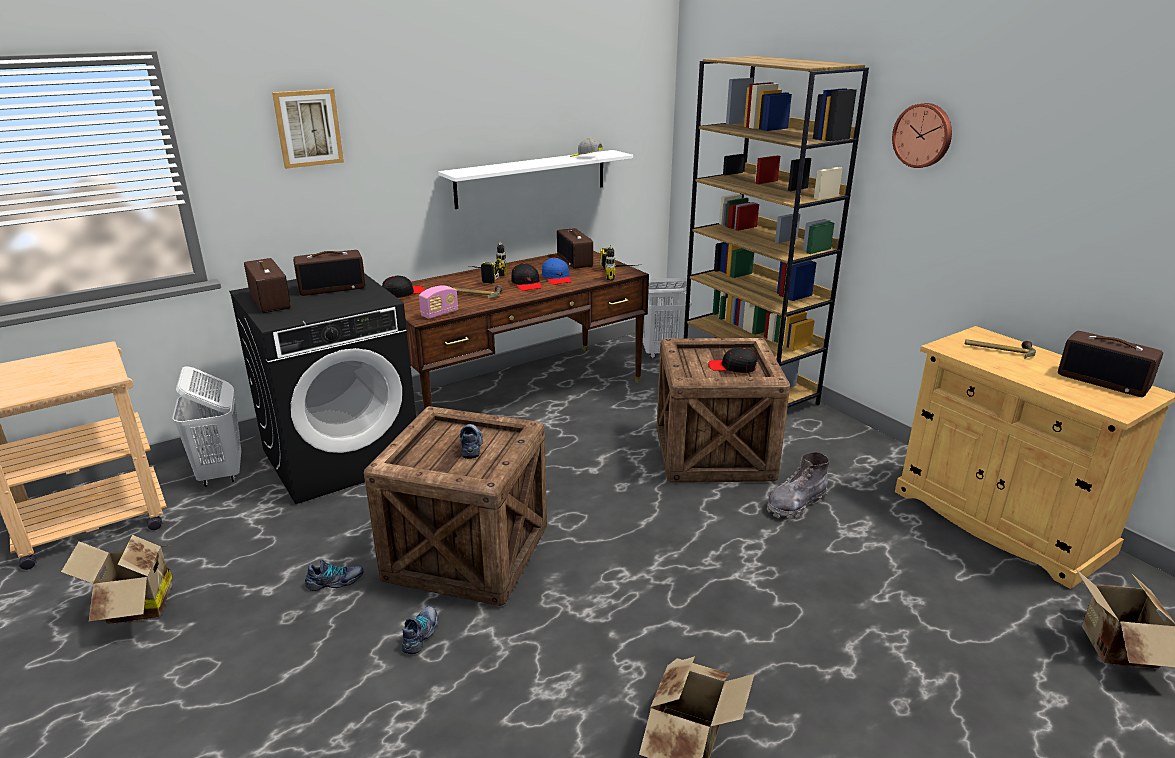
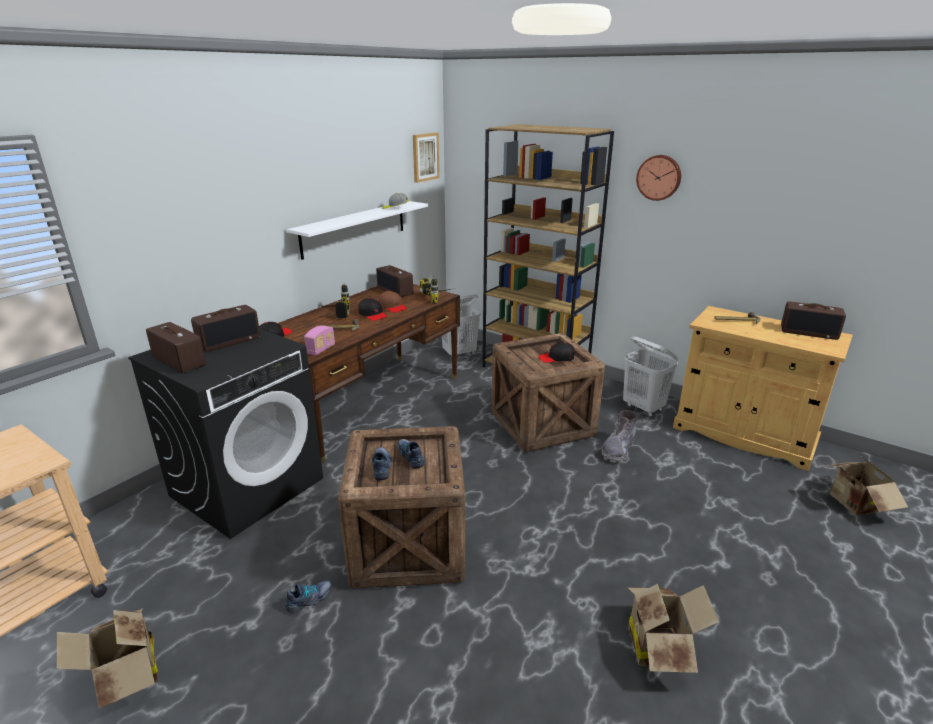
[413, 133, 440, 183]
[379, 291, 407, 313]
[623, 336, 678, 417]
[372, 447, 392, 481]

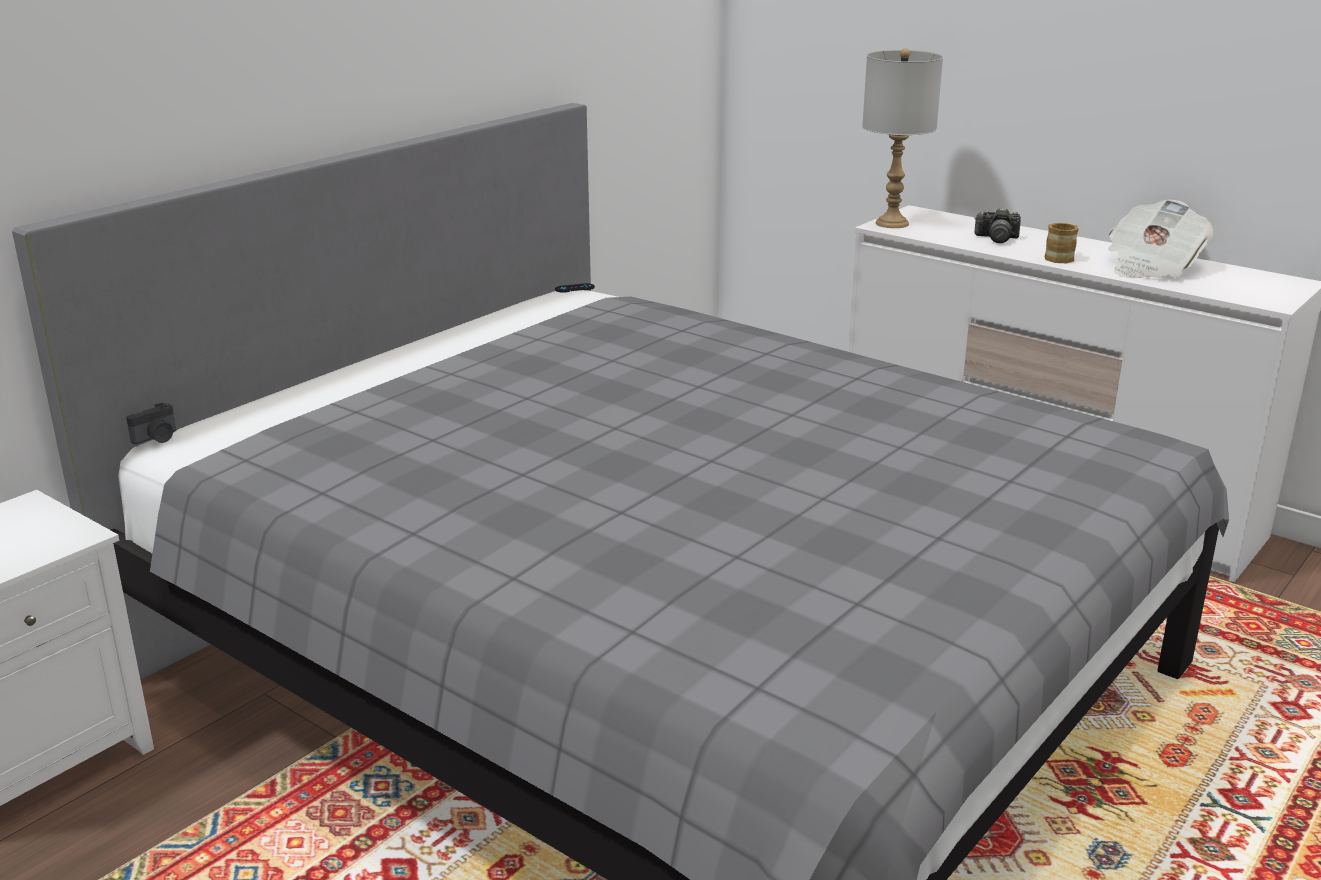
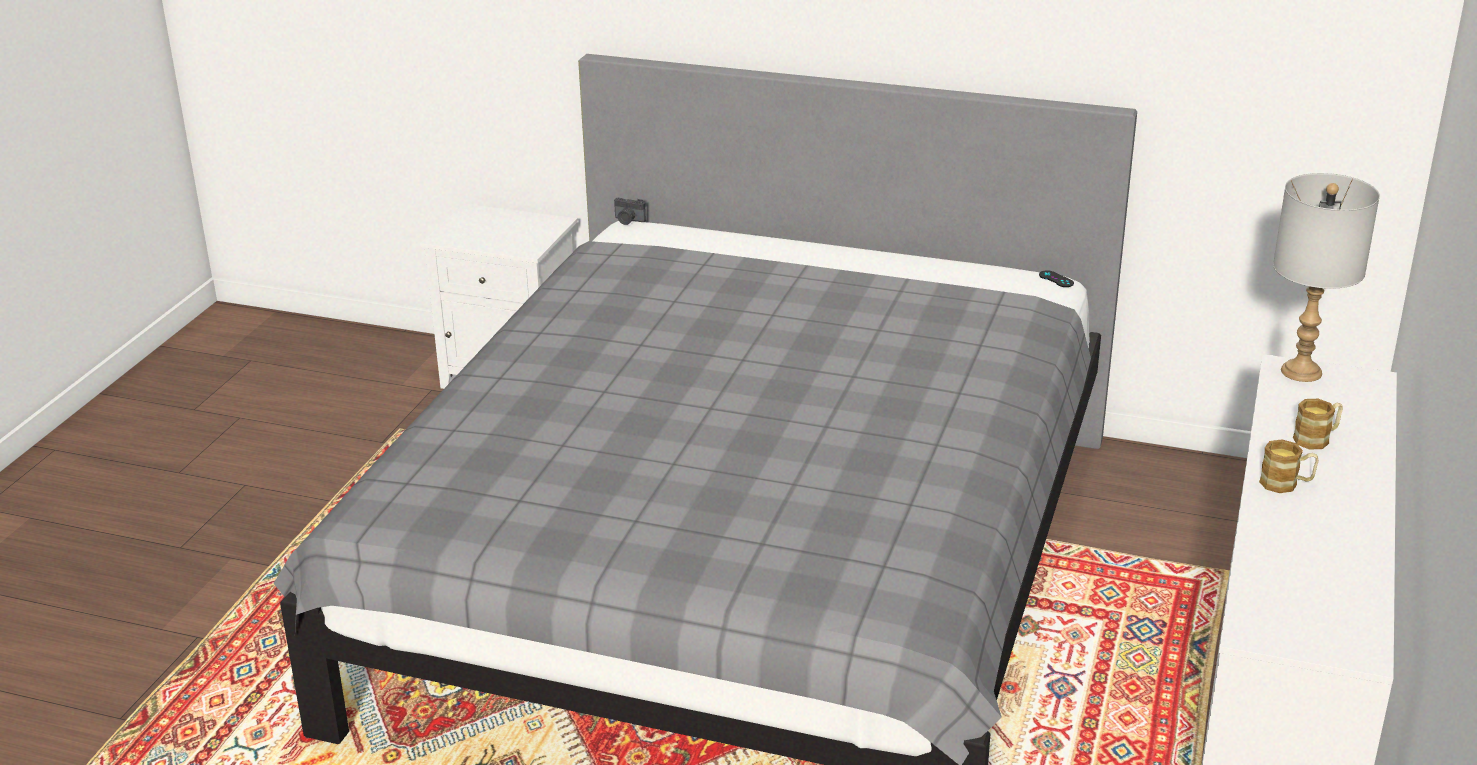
[1108, 199, 1214, 278] (first image)
[1293, 399, 1343, 450]

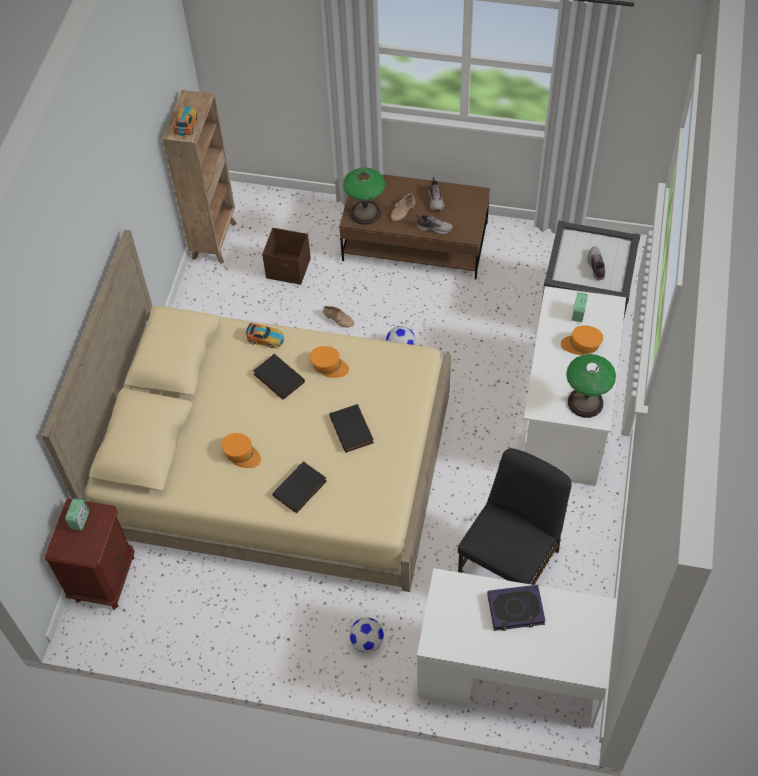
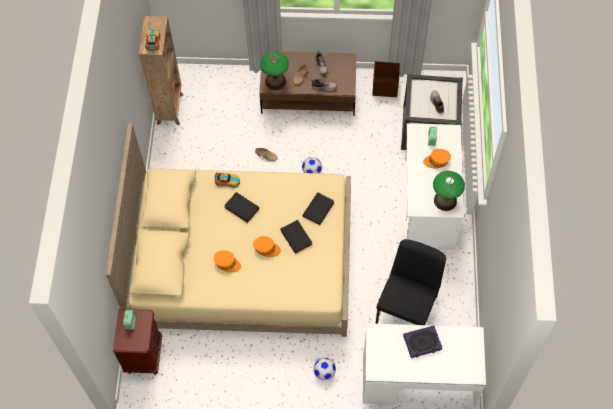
[372, 61, 400, 97]
[253, 236, 281, 257]
[303, 192, 334, 225]

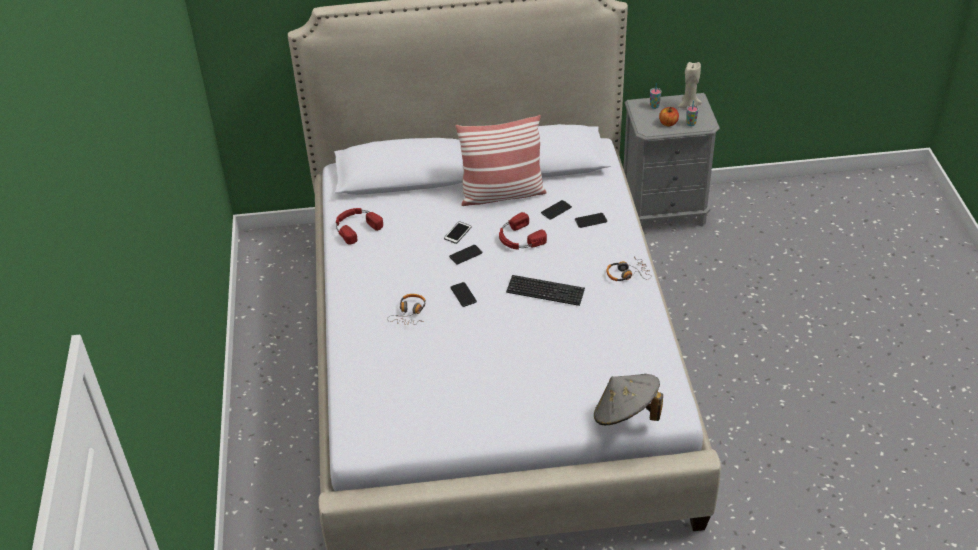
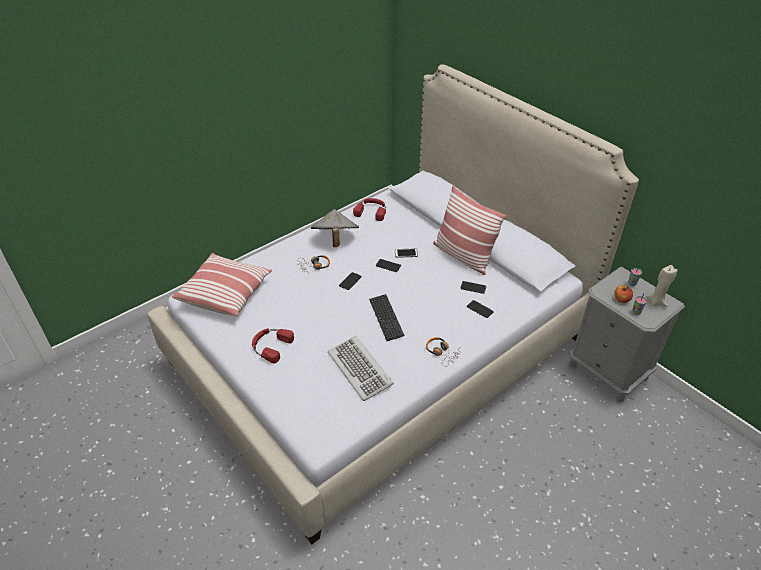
[252, 328, 294, 363]
[311, 209, 359, 247]
[172, 253, 272, 317]
[328, 336, 394, 401]

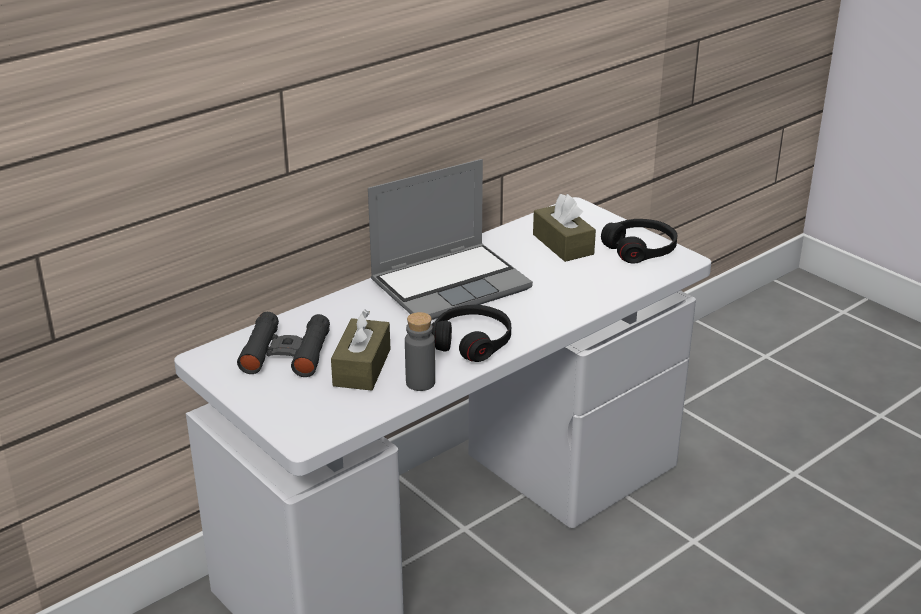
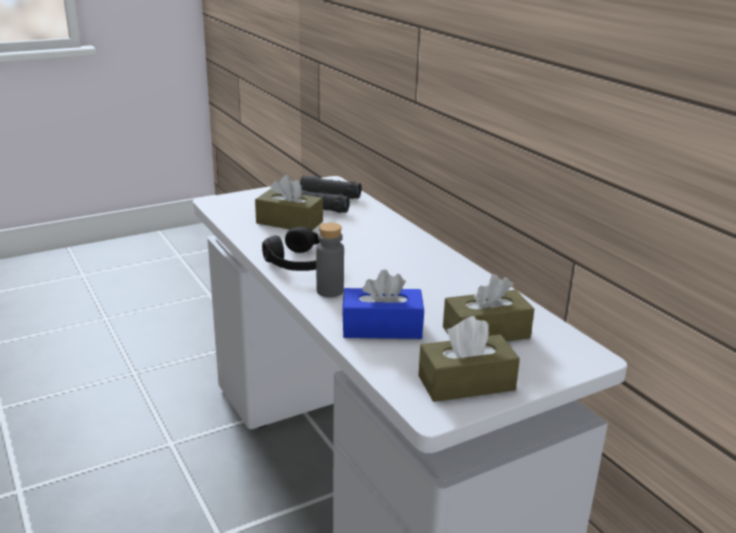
[368, 159, 533, 320] (first image)
[418, 316, 520, 402]
[316, 223, 344, 297]
[342, 269, 424, 339]

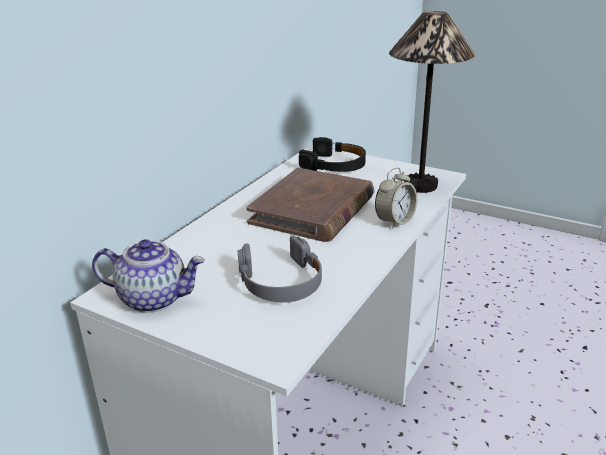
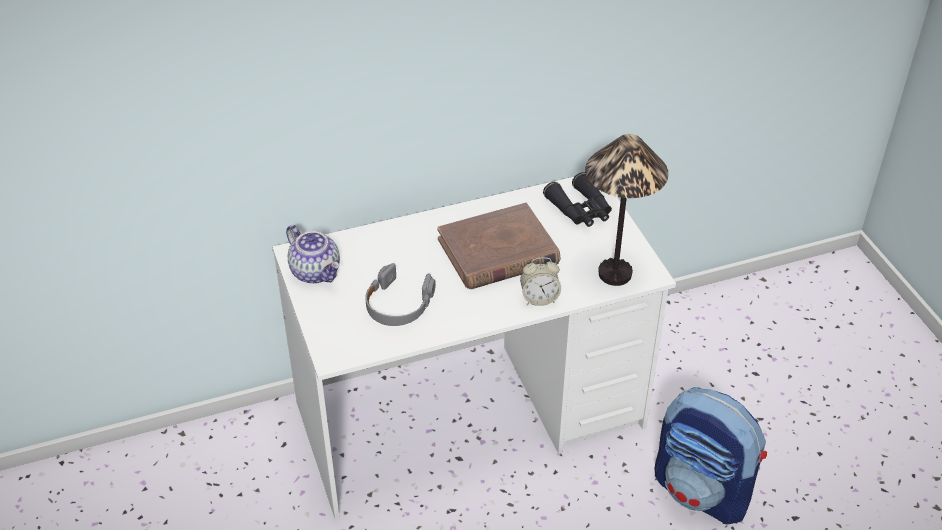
[543, 172, 612, 227]
[654, 387, 767, 525]

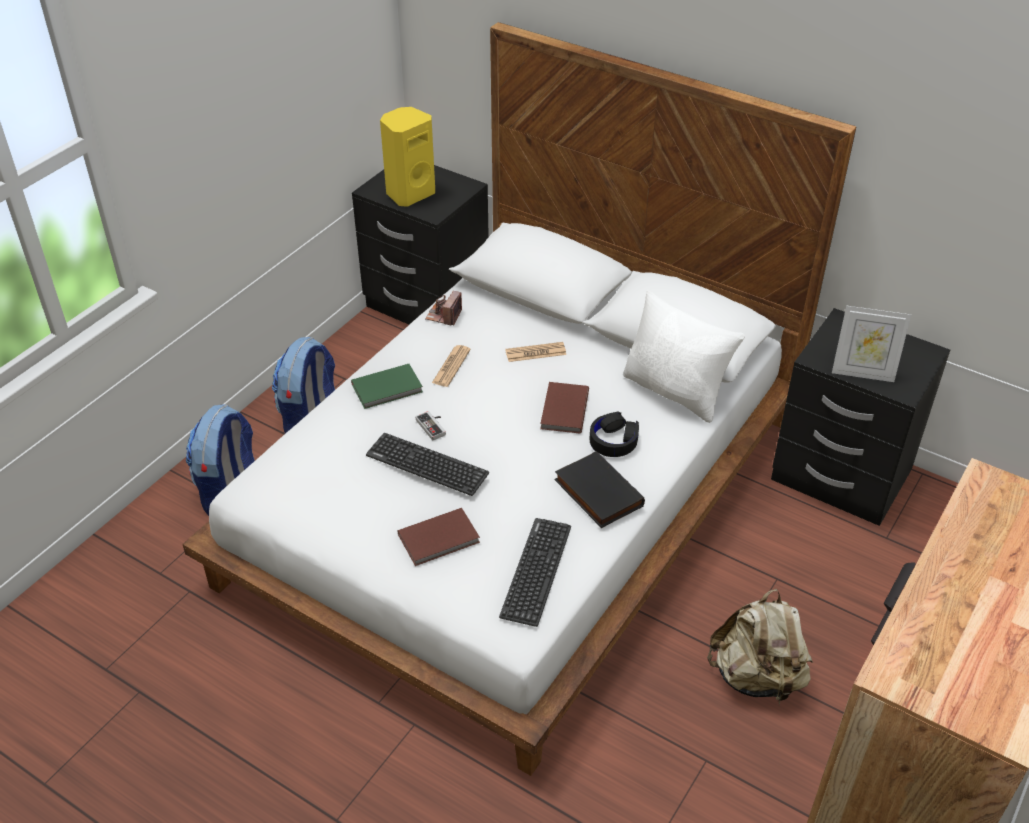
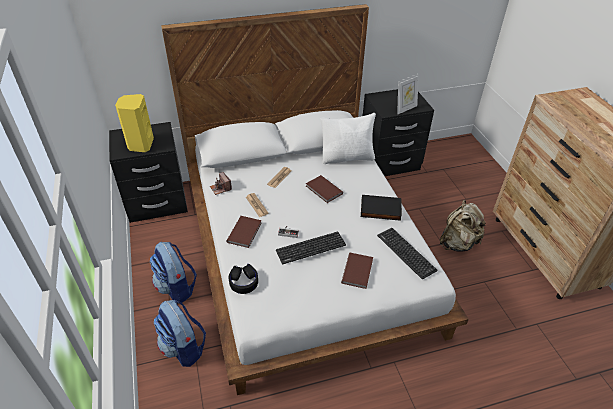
[226, 216, 262, 248]
[229, 264, 258, 294]

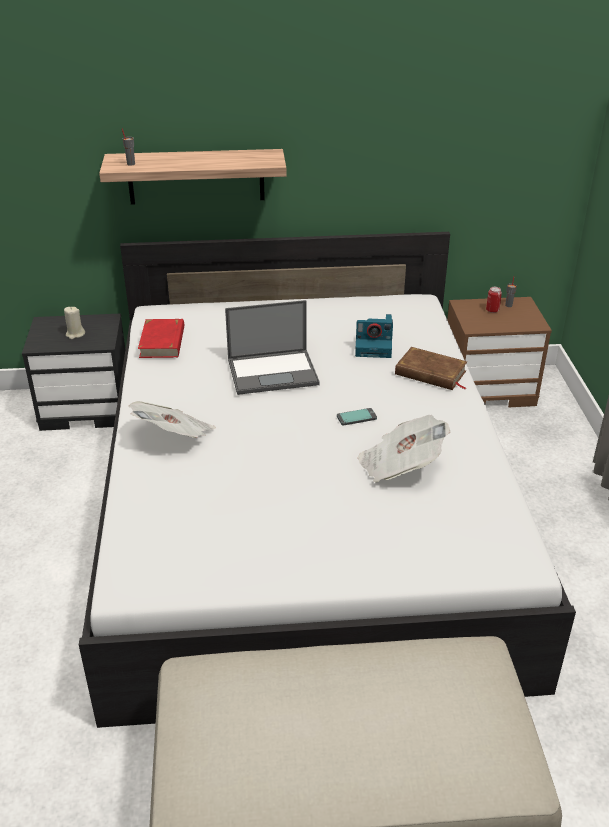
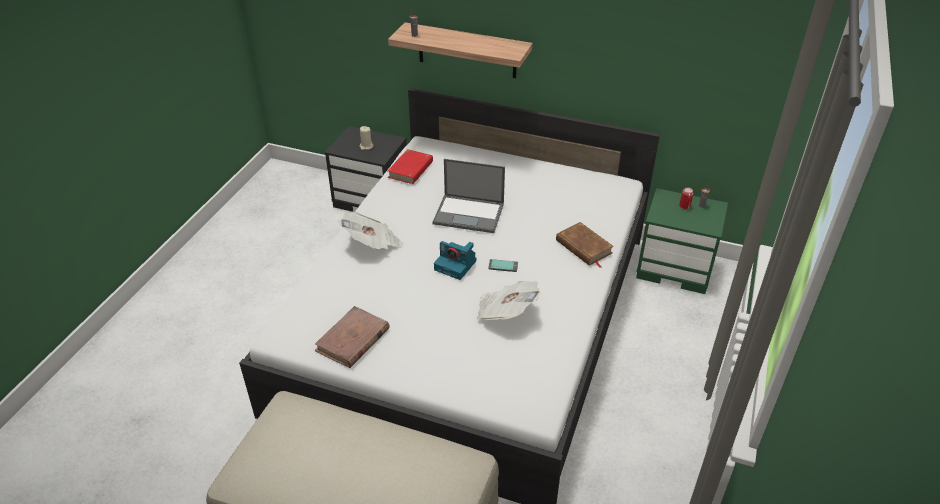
[636, 188, 728, 294]
[434, 241, 477, 280]
[315, 306, 390, 368]

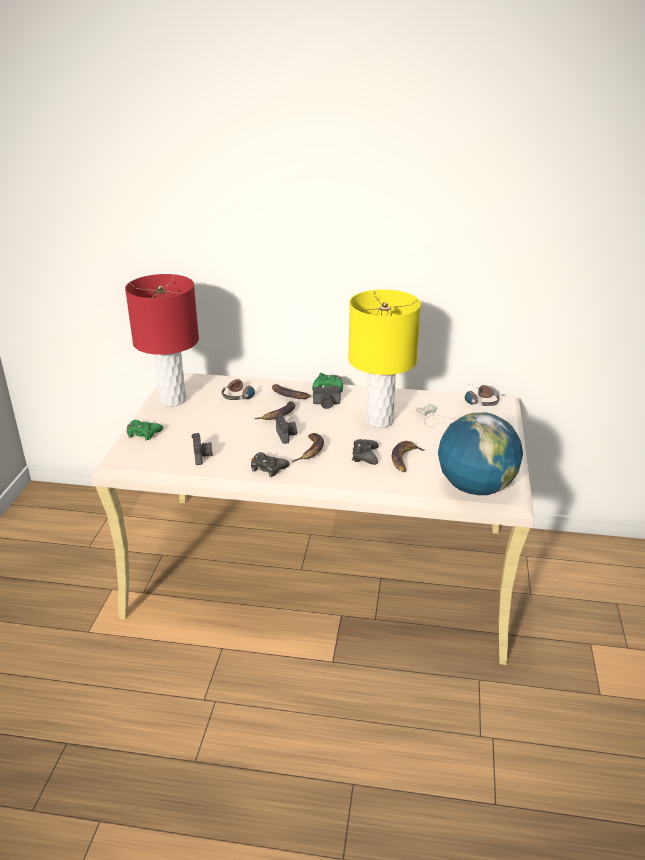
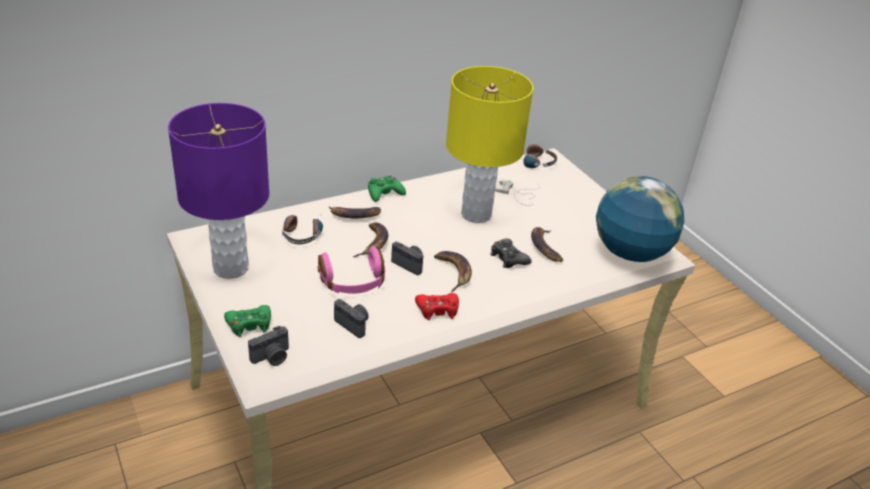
[168, 103, 269, 279]
[248, 326, 289, 366]
[415, 293, 459, 320]
[317, 247, 385, 294]

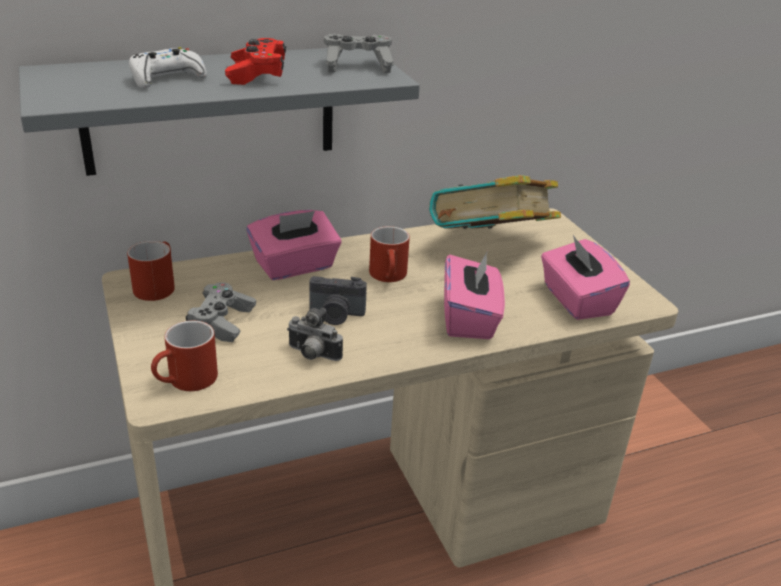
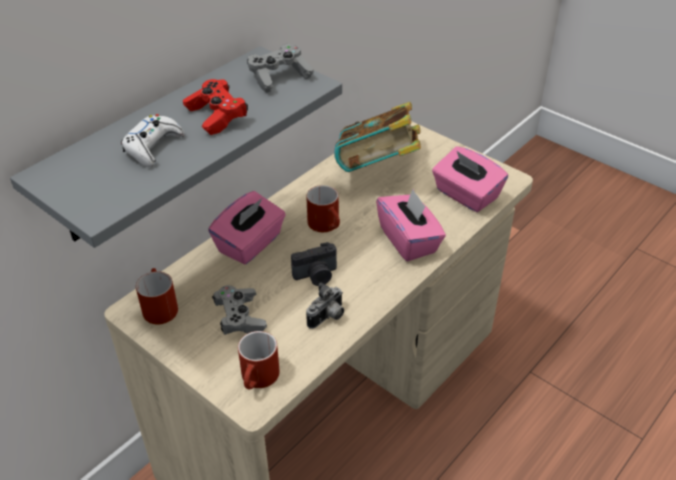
[306, 282, 344, 329]

